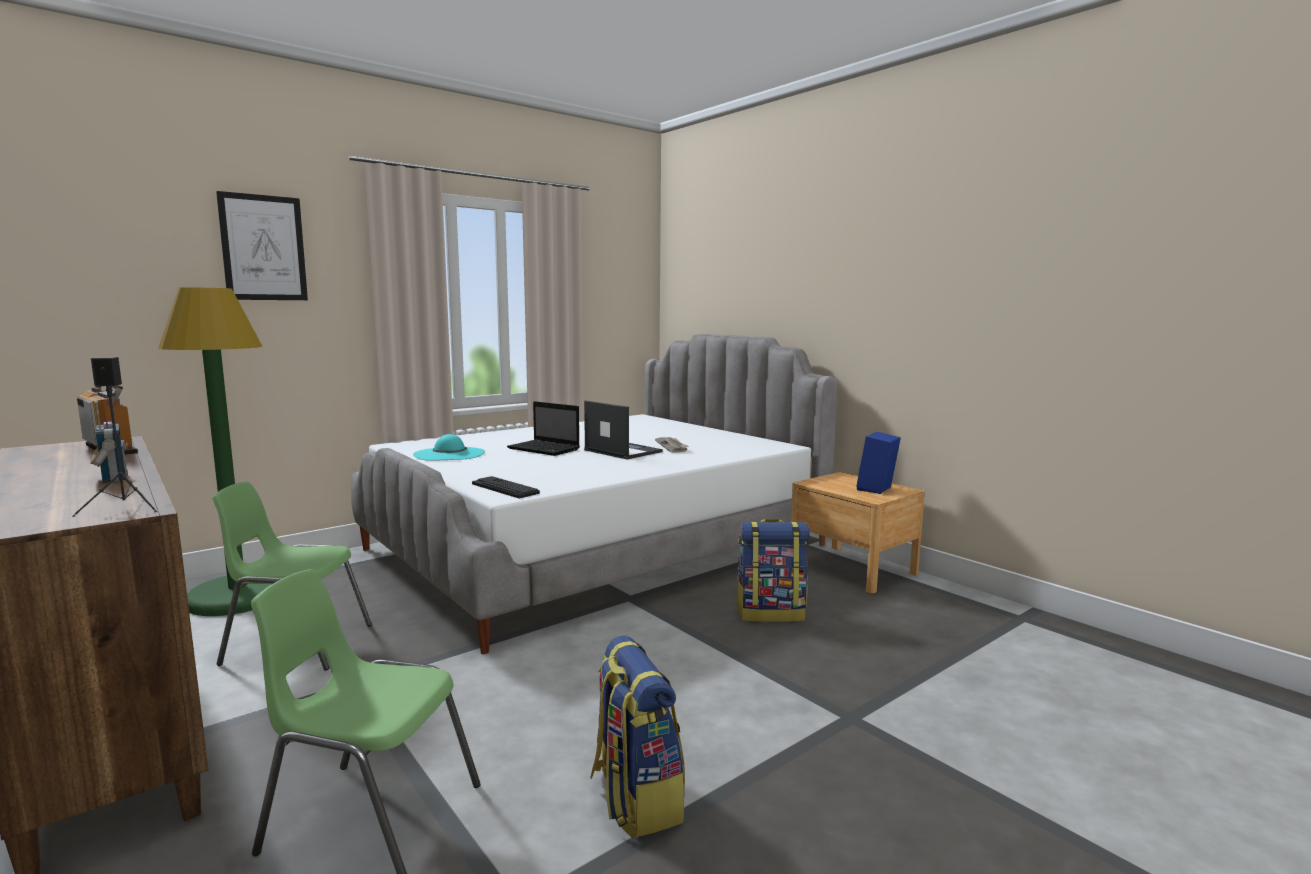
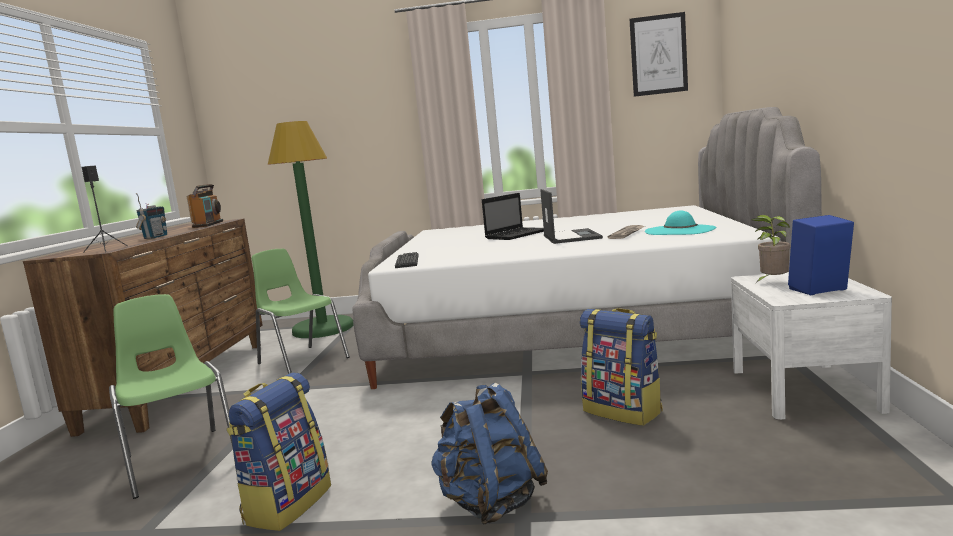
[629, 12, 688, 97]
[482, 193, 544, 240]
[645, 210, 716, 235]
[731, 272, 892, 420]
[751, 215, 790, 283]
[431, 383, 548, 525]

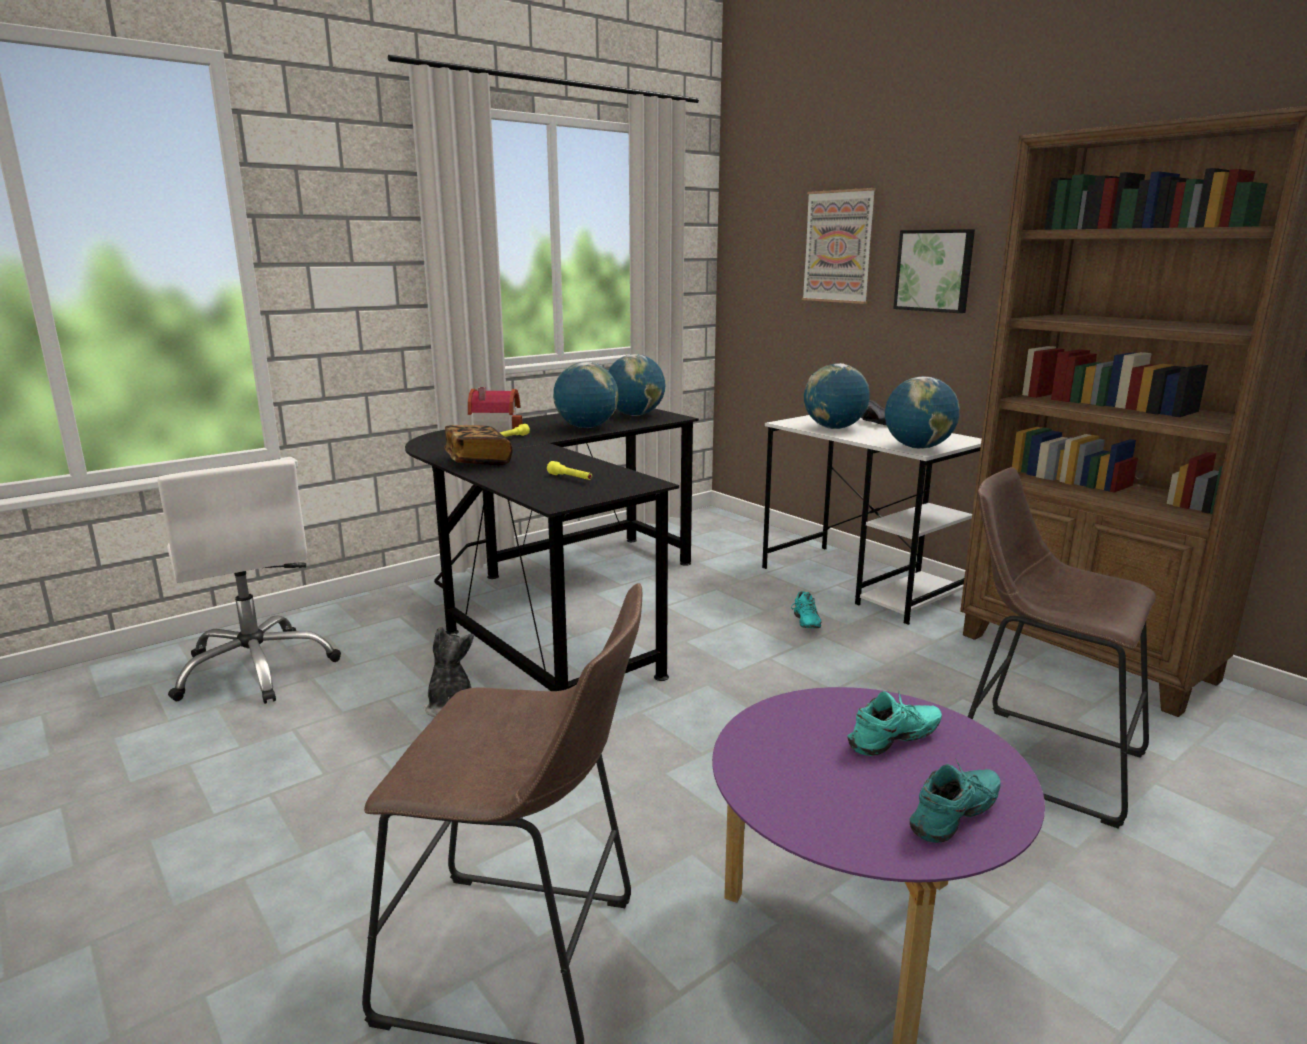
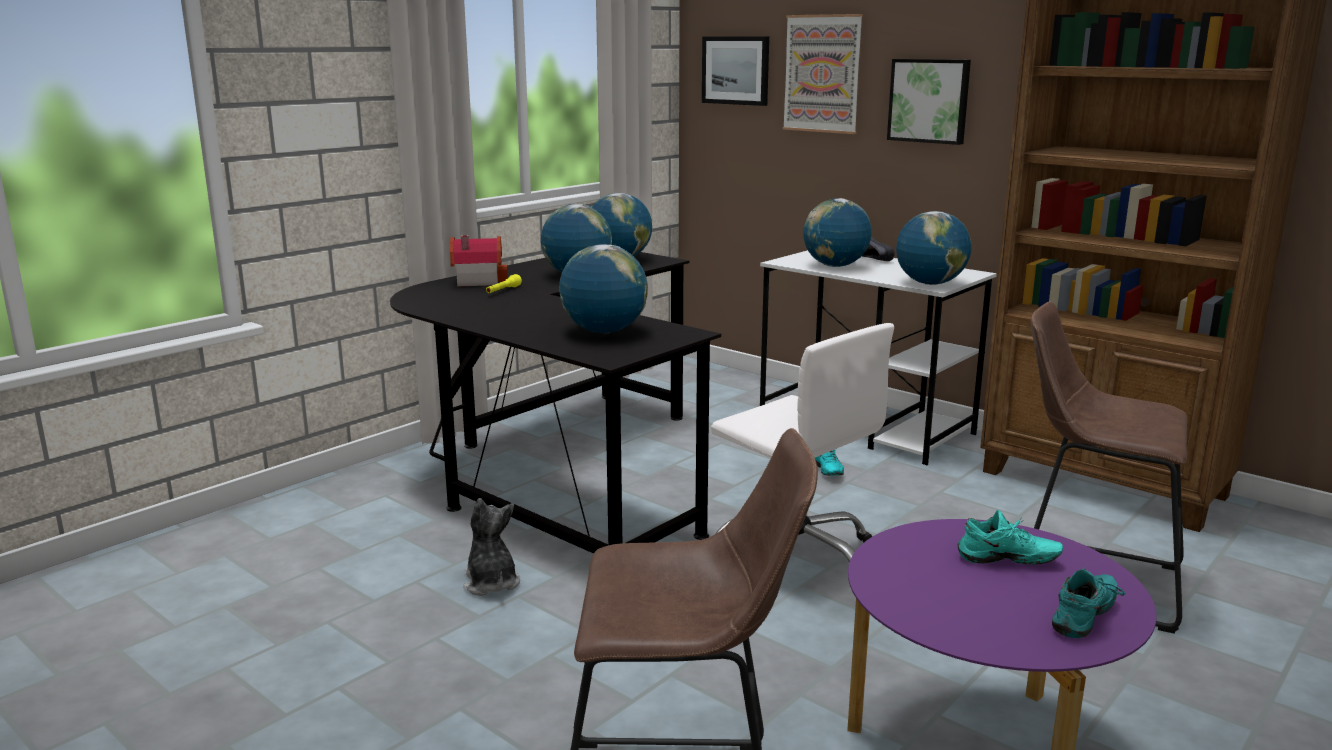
[444, 425, 512, 465] (first image)
[711, 323, 894, 563]
[559, 244, 648, 333]
[958, 510, 1063, 565]
[702, 36, 769, 106]

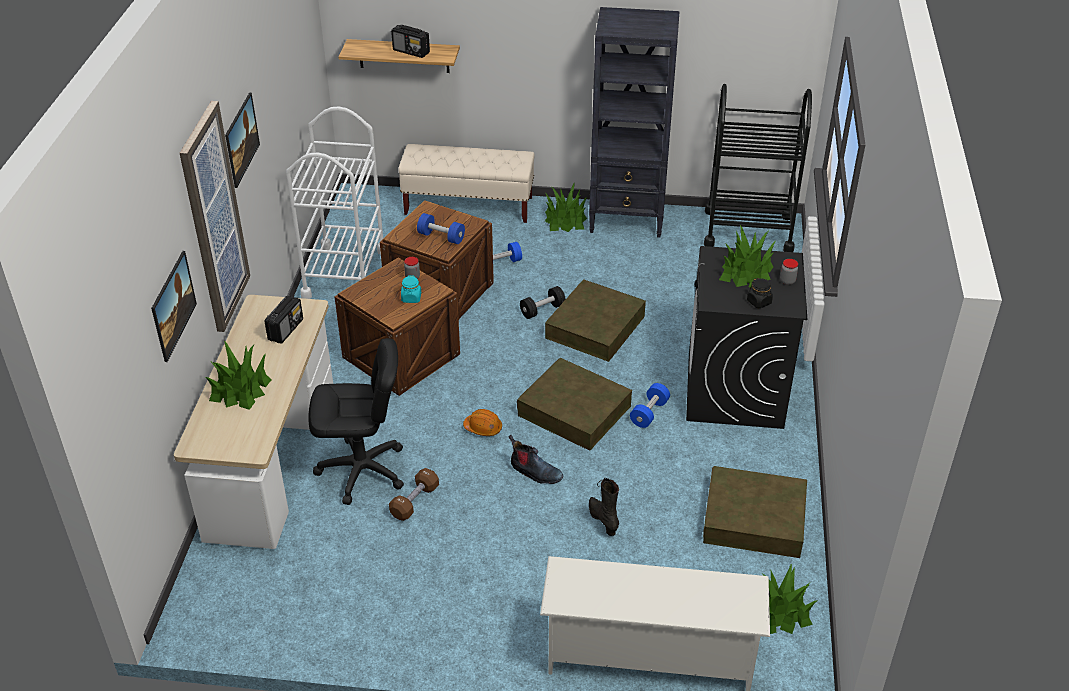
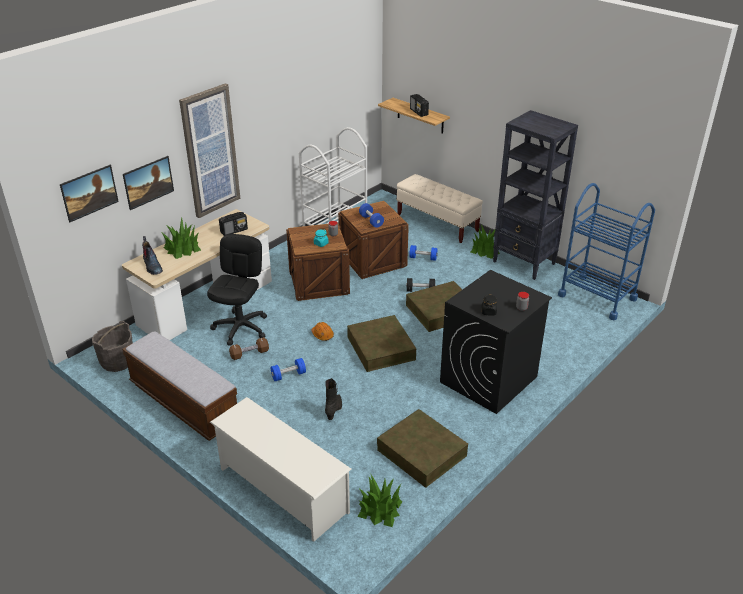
[558, 183, 655, 320]
[60, 165, 119, 222]
[719, 225, 776, 288] (first image)
[207, 234, 267, 346]
[271, 358, 306, 381]
[142, 236, 163, 275]
[92, 321, 133, 372]
[122, 331, 237, 441]

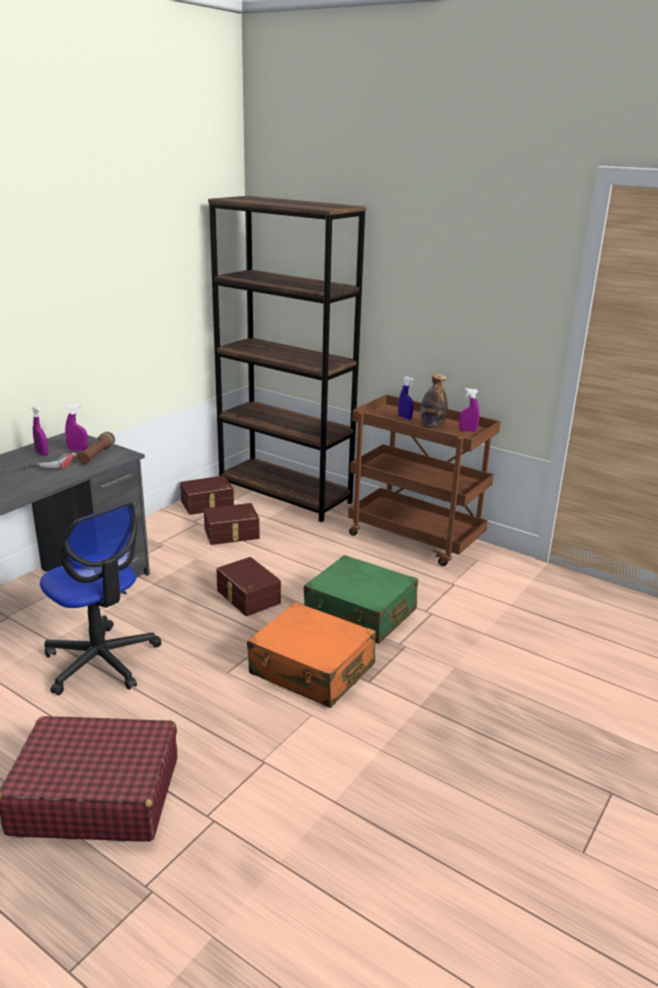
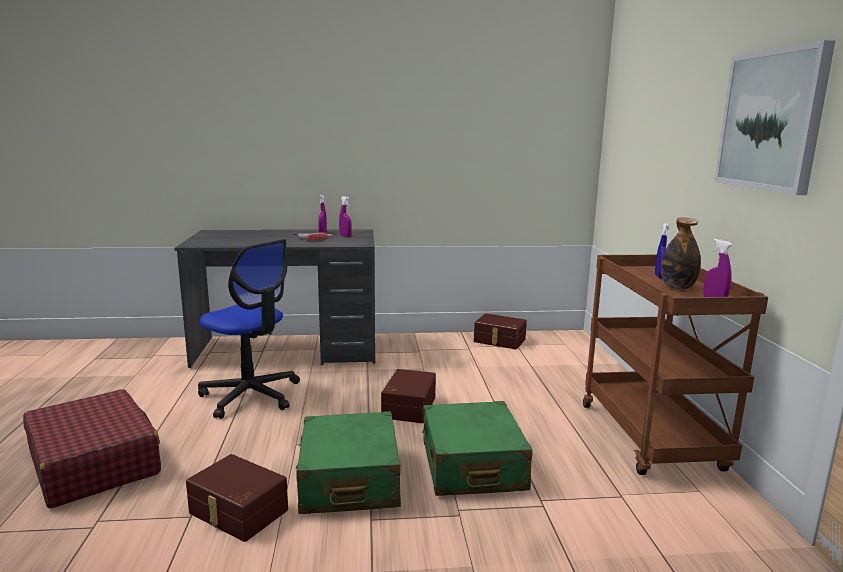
[208, 196, 366, 522] (first image)
[77, 432, 115, 465] (first image)
[198, 239, 300, 419]
[186, 454, 288, 542]
[296, 411, 401, 514]
[714, 40, 835, 195]

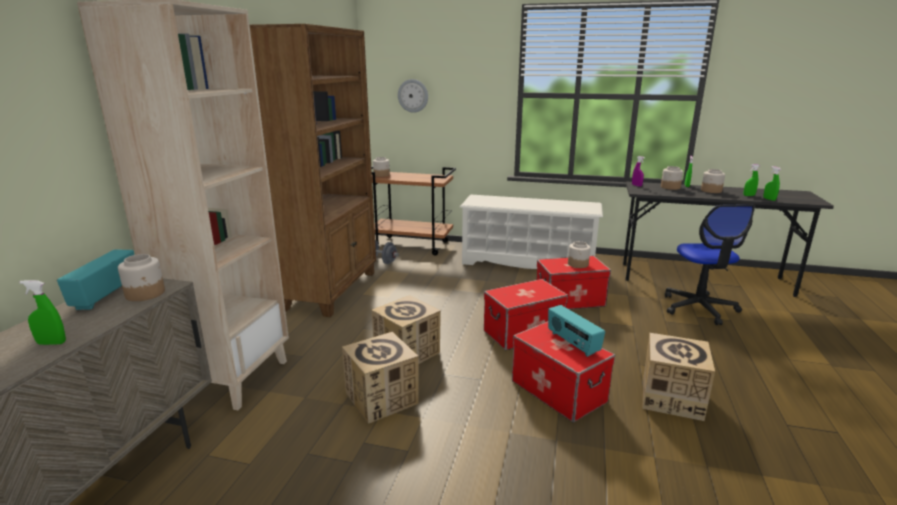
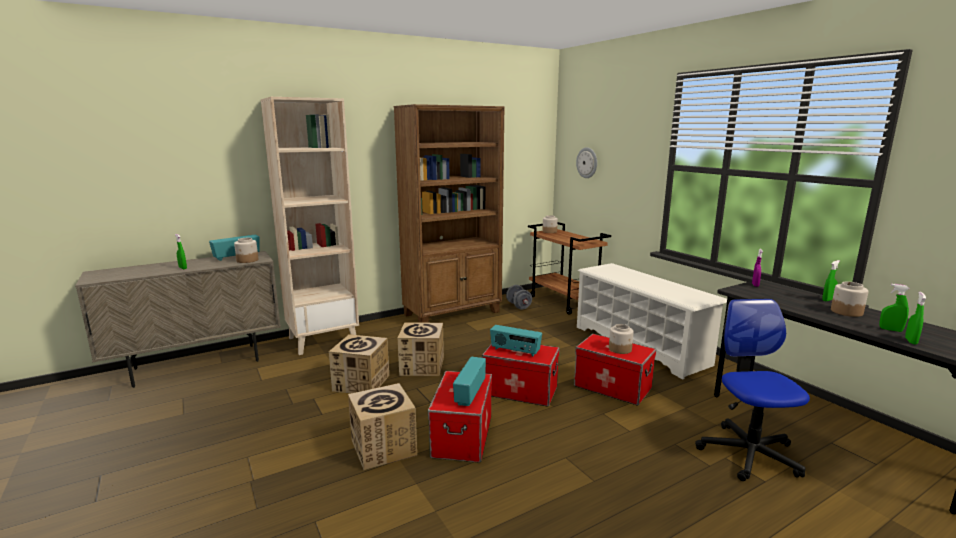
[661, 166, 683, 190] (first image)
[695, 299, 810, 481]
[348, 383, 417, 470]
[490, 325, 542, 357]

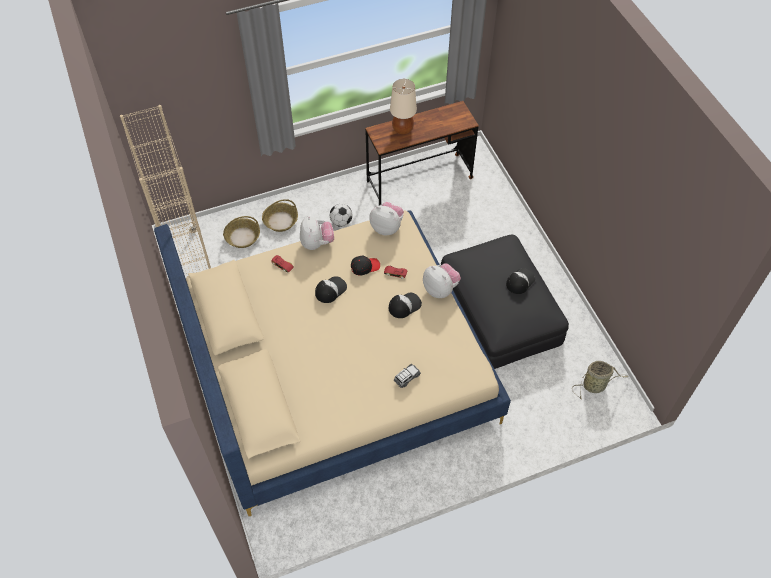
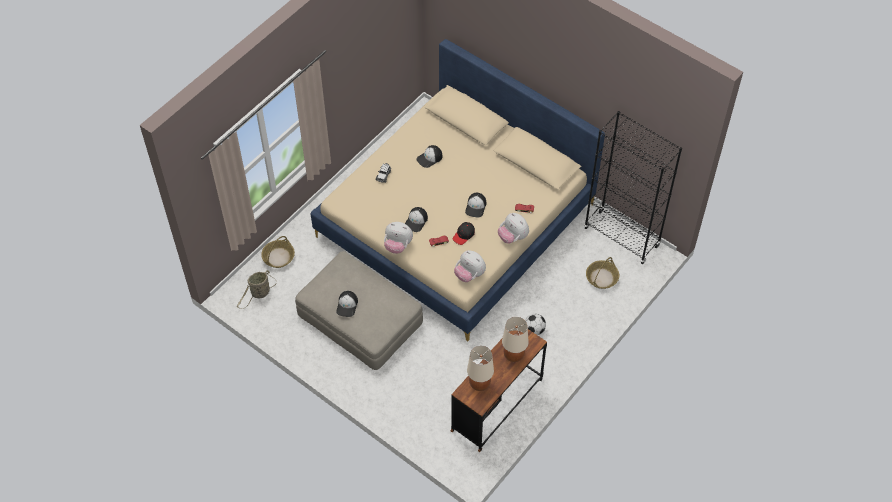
[584, 111, 682, 264]
[261, 236, 295, 268]
[454, 250, 486, 282]
[295, 251, 423, 370]
[417, 145, 442, 168]
[467, 346, 494, 391]

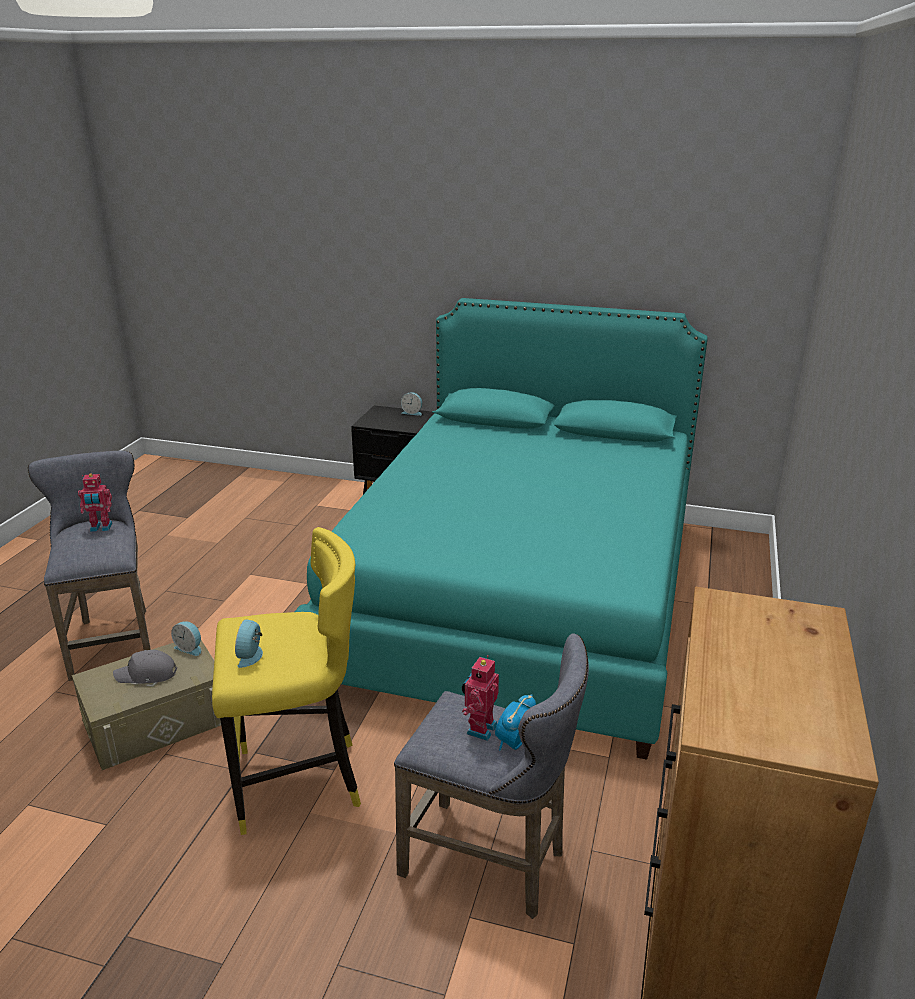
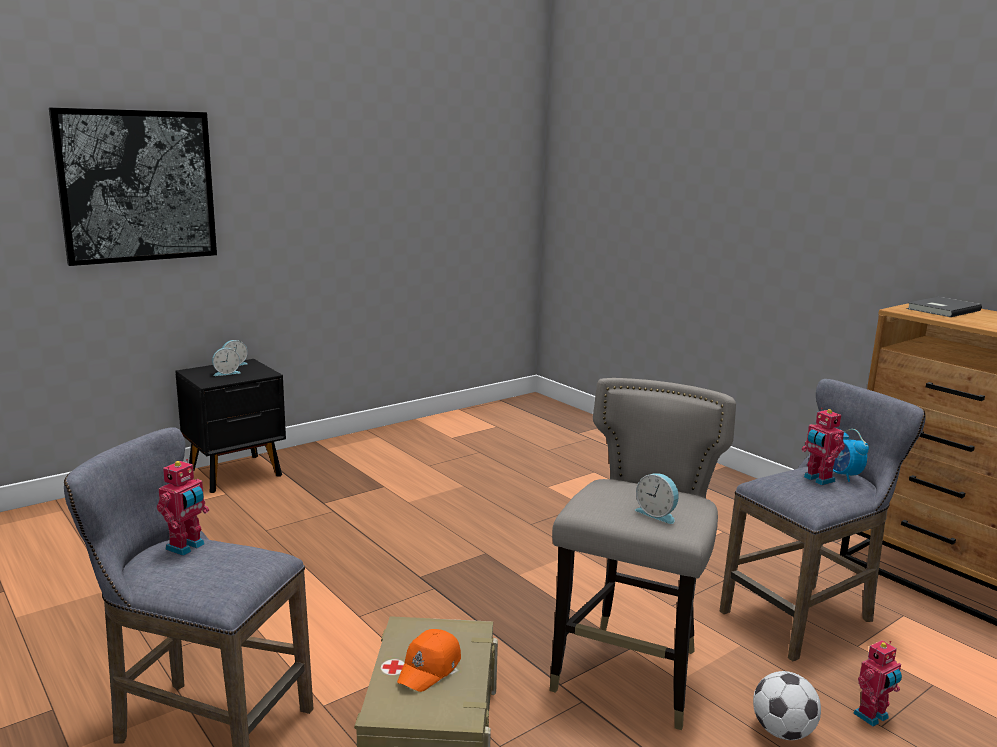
[295, 298, 708, 760] (first image)
[549, 378, 736, 730]
[212, 348, 241, 376]
[397, 629, 461, 692]
[49, 108, 217, 266]
[906, 297, 982, 317]
[853, 640, 902, 727]
[753, 671, 821, 740]

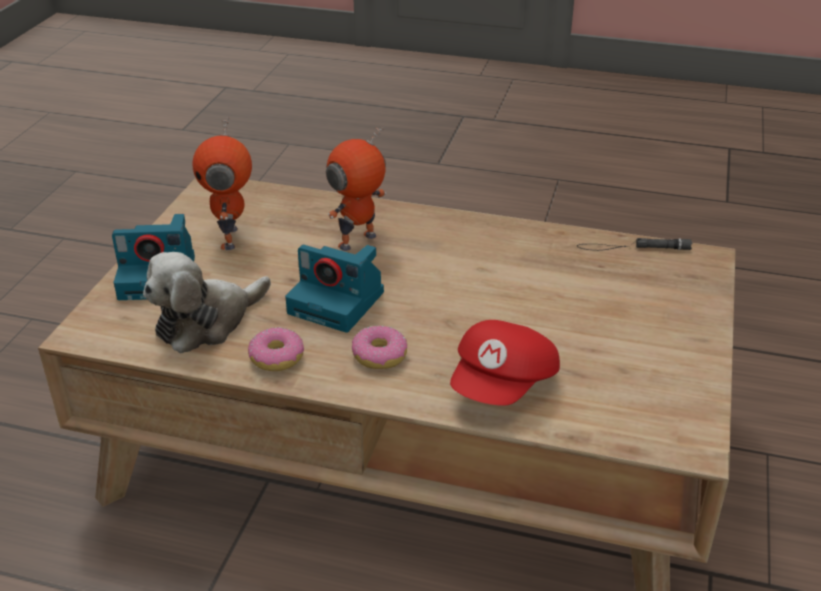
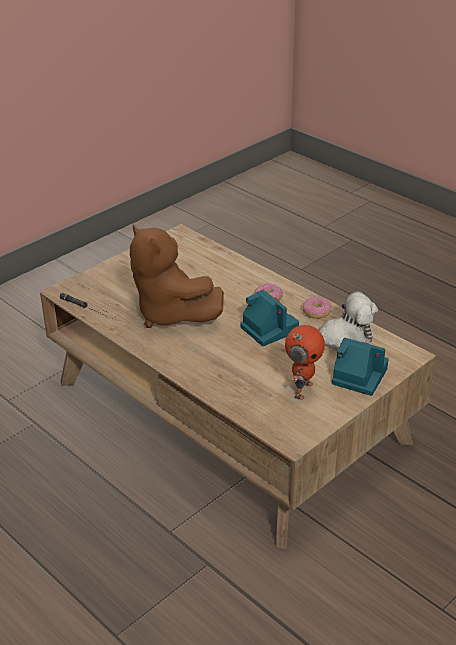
[326, 127, 386, 251] (first image)
[450, 320, 560, 406] (first image)
[130, 225, 224, 328]

